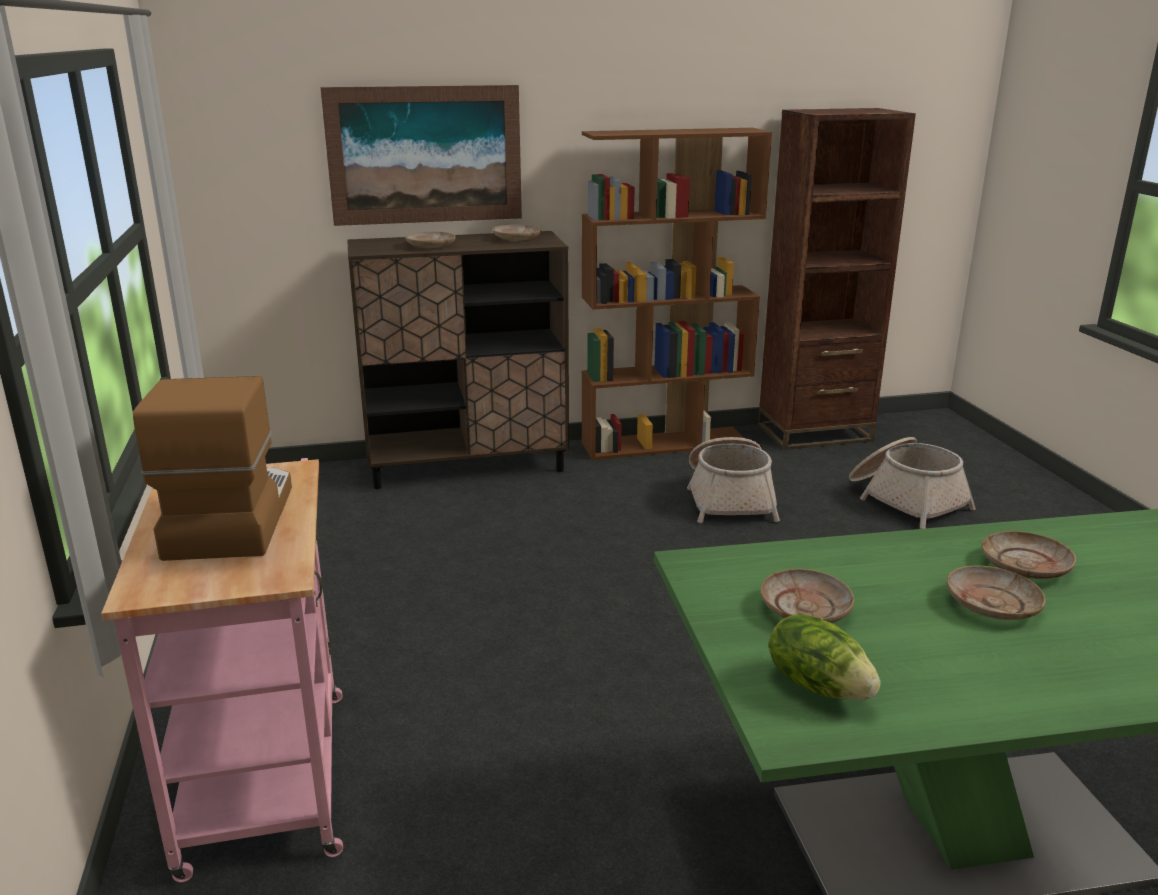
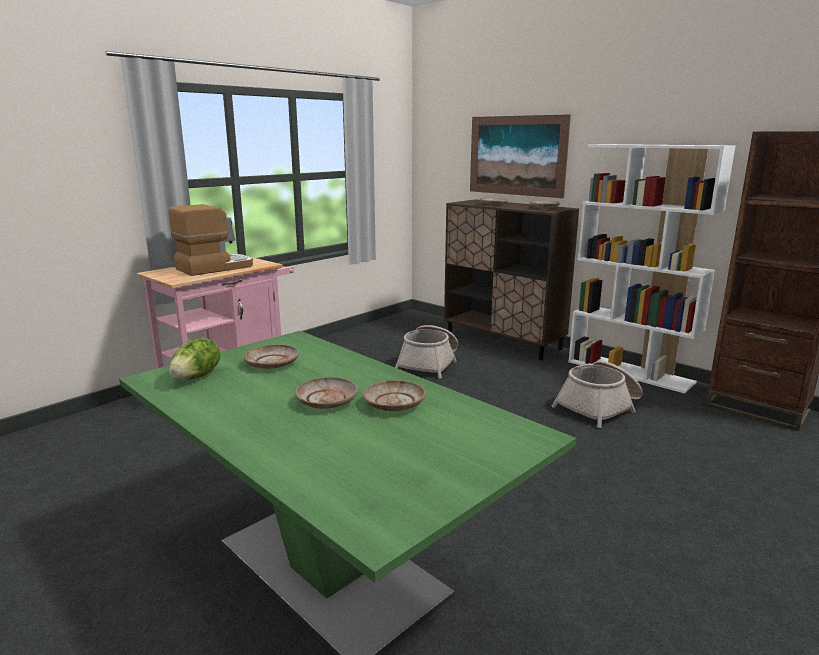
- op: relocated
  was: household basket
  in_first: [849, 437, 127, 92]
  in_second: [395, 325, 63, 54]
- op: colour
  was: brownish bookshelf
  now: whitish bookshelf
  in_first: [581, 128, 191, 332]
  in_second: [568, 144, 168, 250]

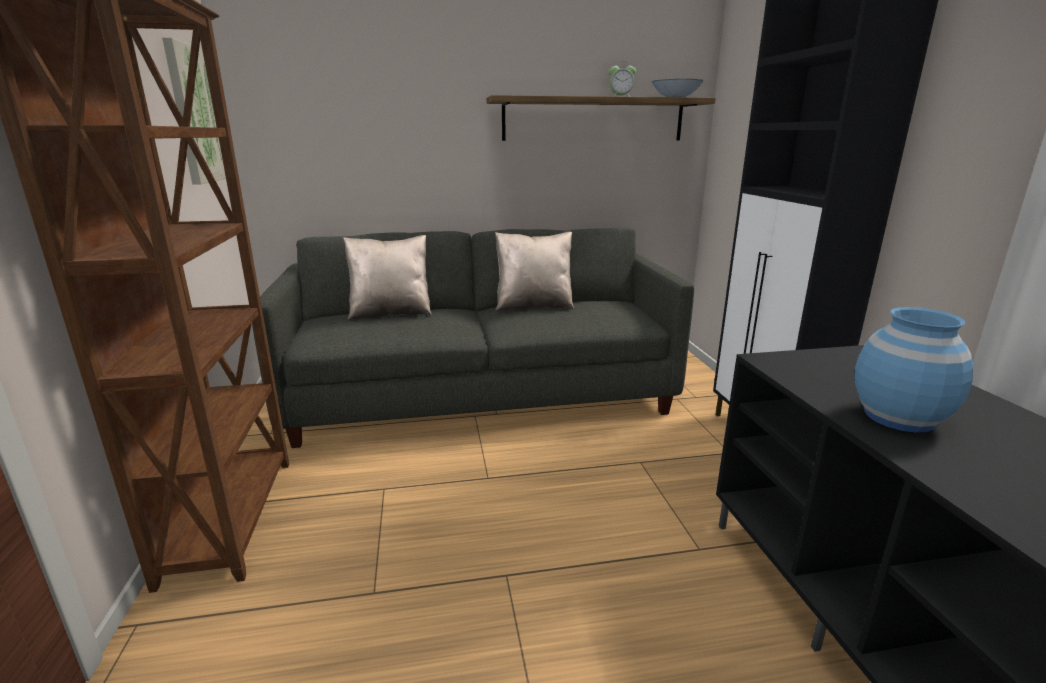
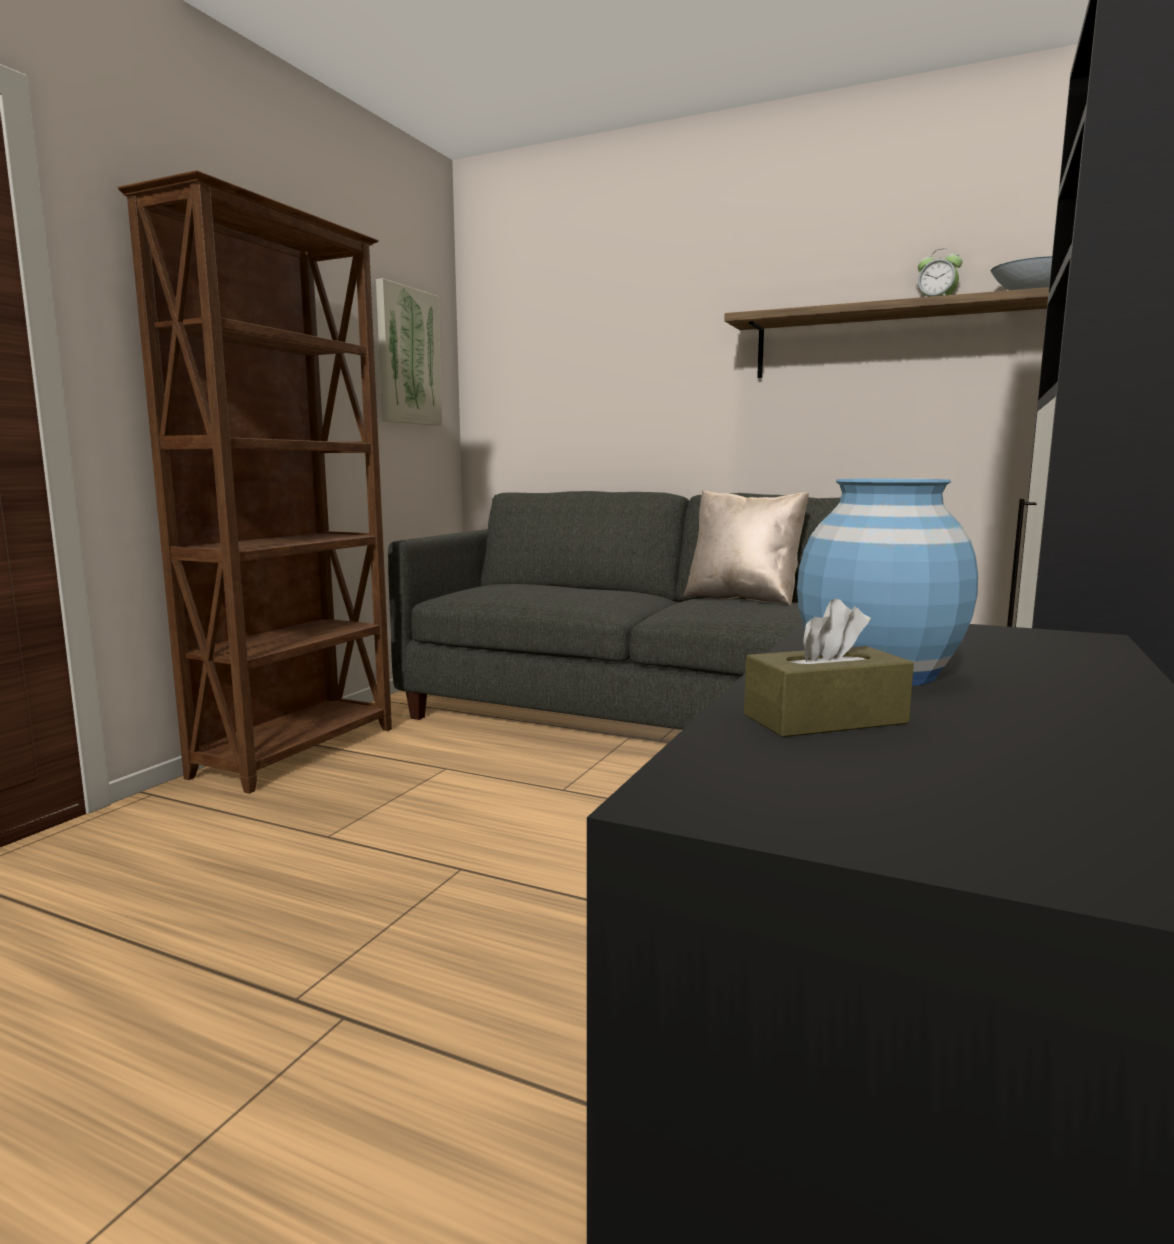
- op: missing
  was: beige throw pillow
  in_first: [343, 235, 89, 85]
- op: appeared
  now: brownish box of tissues
  in_second: [744, 598, 170, 139]

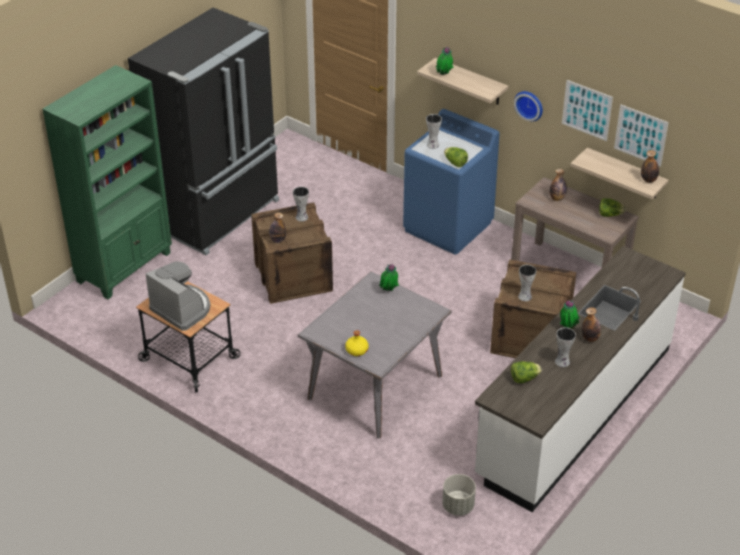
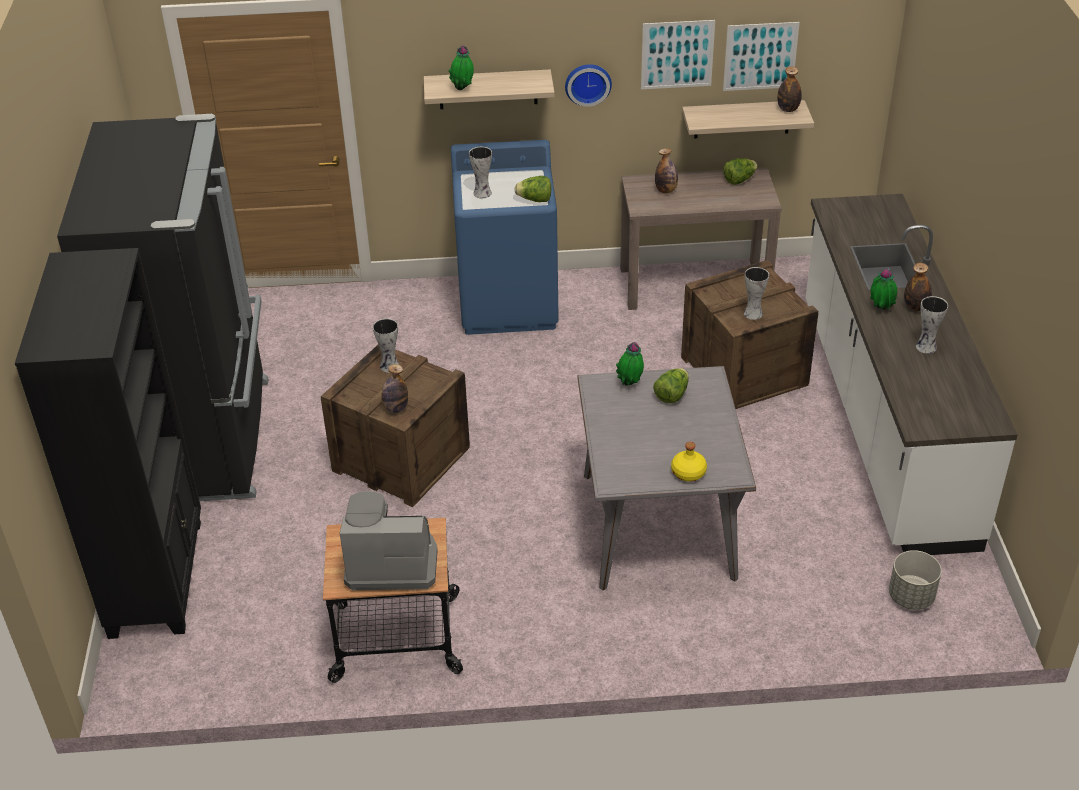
- op: relocated
  was: lettuce head
  in_first: [511, 361, 31, 22]
  in_second: [653, 368, 36, 35]
- op: colour
  was: greenish bookshelf
  now: black bookshelf
  in_first: [42, 65, 130, 234]
  in_second: [15, 248, 186, 391]

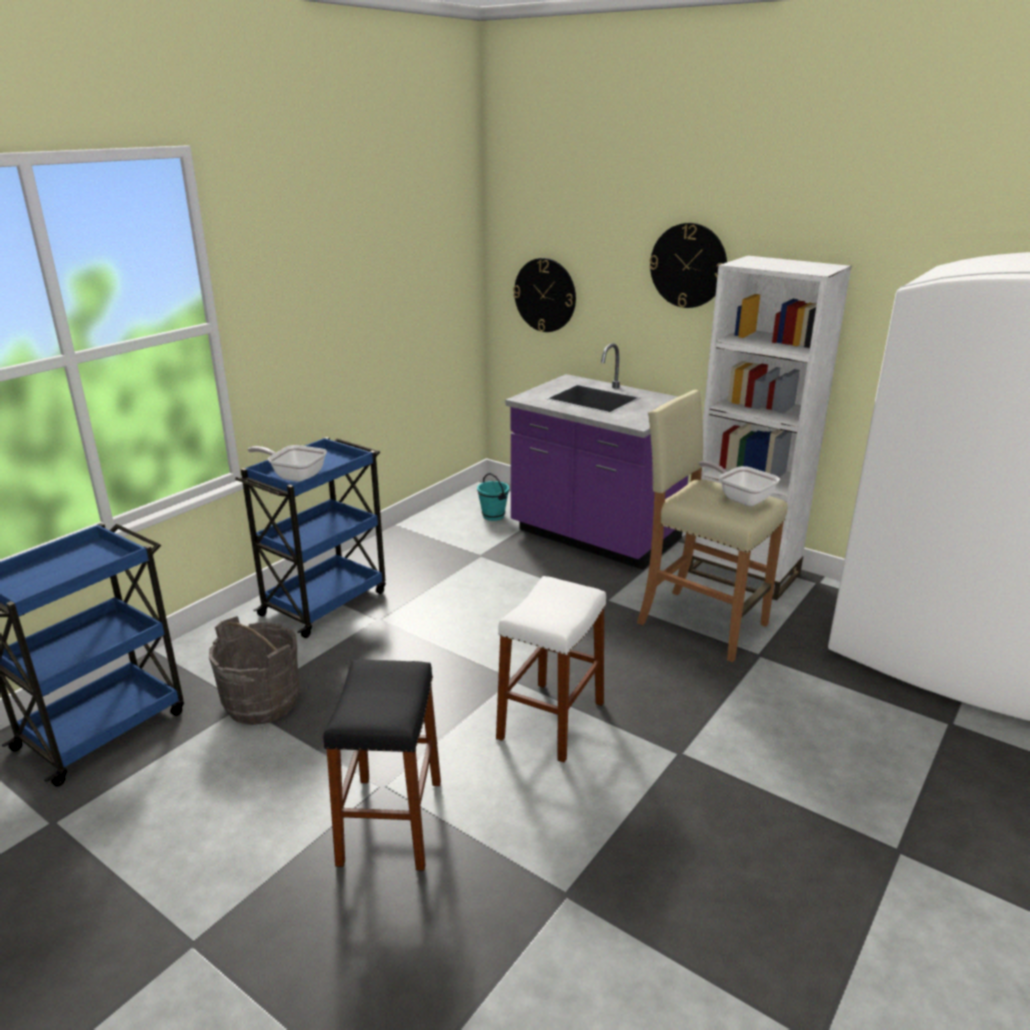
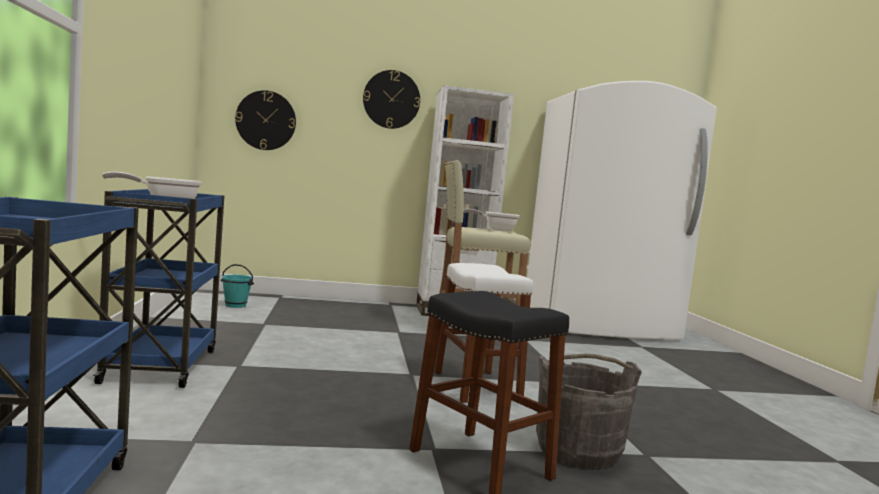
- op: missing
  was: purple-coloured kitchen base unit
  in_first: [505, 343, 184, 227]
- op: relocated
  was: grey pail
  in_first: [209, 616, 91, 109]
  in_second: [536, 354, 106, 116]

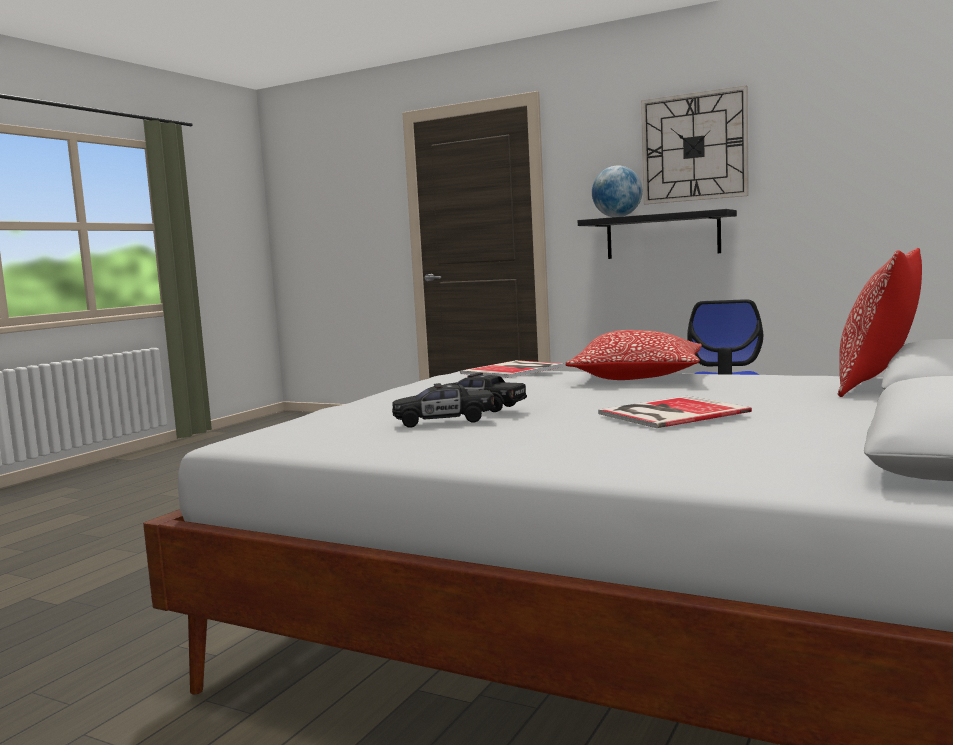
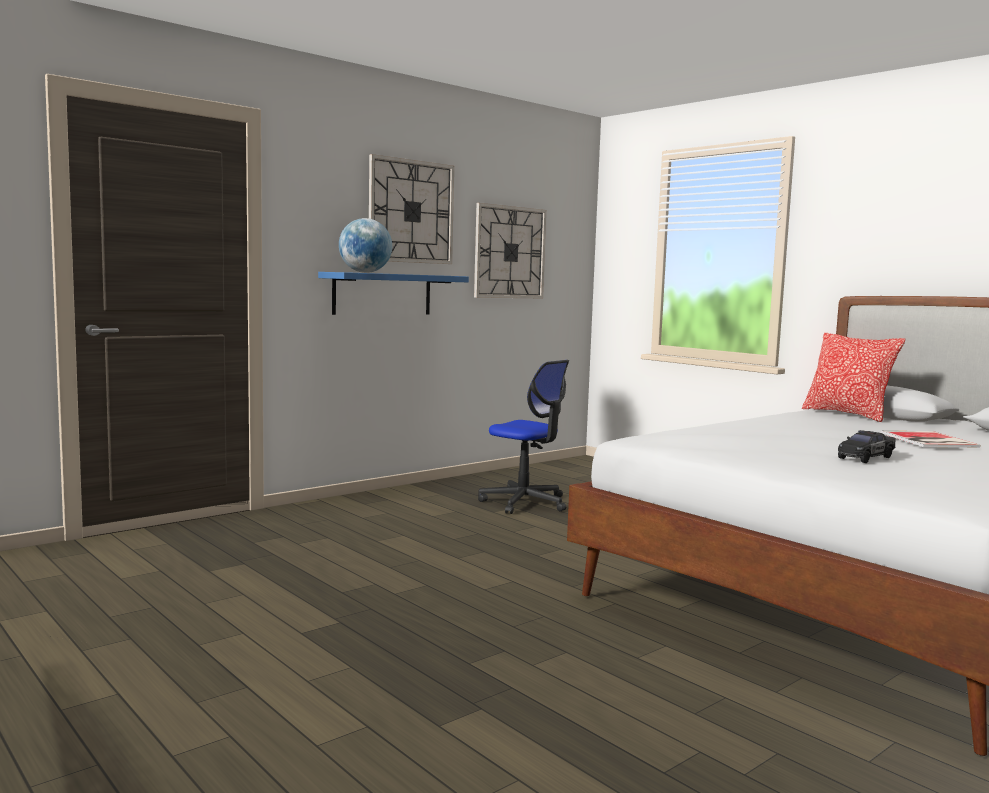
- op: missing
  was: black miniature car
  in_first: [392, 383, 104, 45]
- op: missing
  was: volume
  in_first: [460, 360, 104, 18]
- op: missing
  was: throw pillow
  in_first: [565, 330, 137, 50]
- op: appeared
  now: clock on the wall
  in_second: [474, 203, 72, 95]
- op: colour
  was: black wall shelf
  now: bluish wall shelf
  in_first: [578, 209, 159, 50]
  in_second: [318, 272, 151, 43]

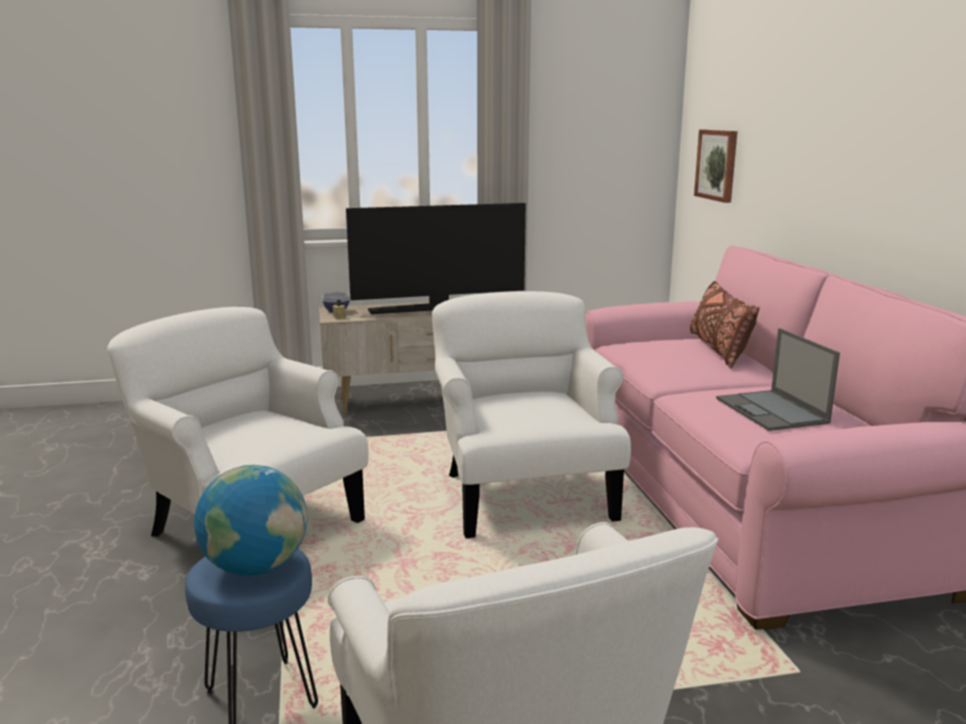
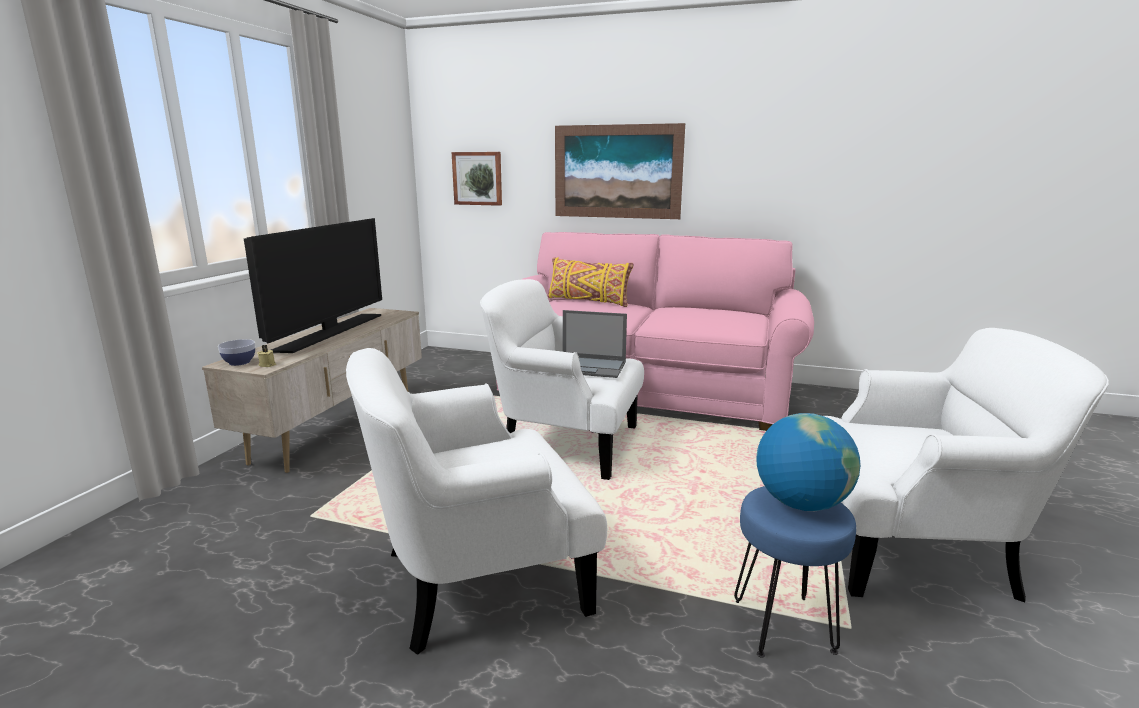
- op: appeared
  now: wall art
  in_second: [555, 123, 130, 96]
- op: relocated
  was: laptop
  in_first: [716, 328, 124, 103]
  in_second: [563, 310, 64, 68]
- op: colour
  was: brownish throw pillow
  now: yellow throw pillow
  in_first: [690, 281, 69, 87]
  in_second: [548, 257, 86, 50]

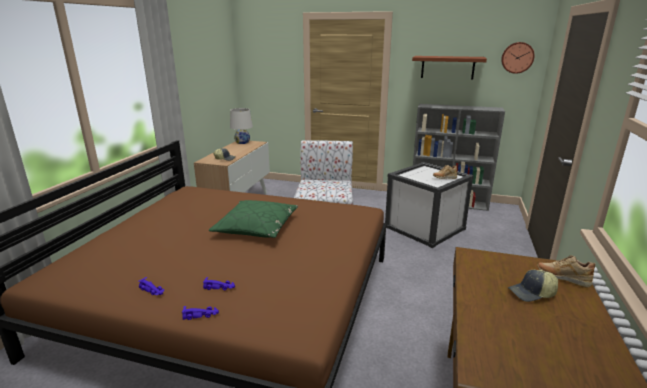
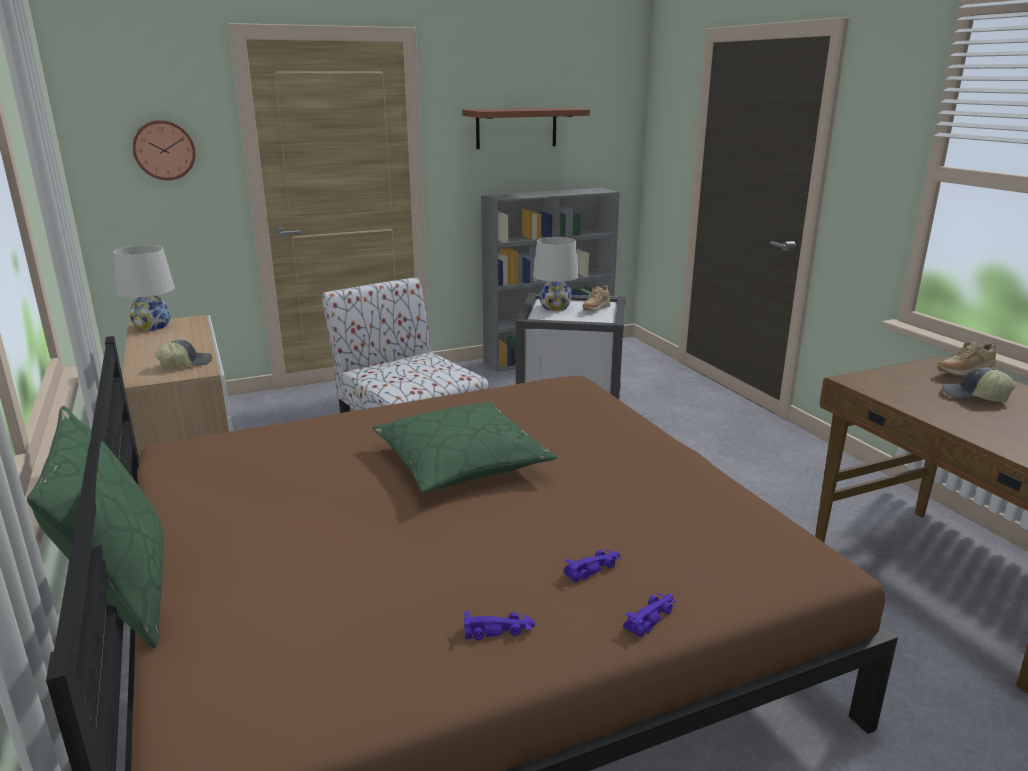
- op: appeared
  now: greenish throw pillow
  in_second: [27, 406, 137, 242]
- op: appeared
  now: whitish table lamp
  in_second: [533, 237, 46, 74]
- op: relocated
  was: clock on the wall
  in_first: [501, 42, 34, 32]
  in_second: [132, 120, 64, 60]
- op: spun
  was: cap
  in_first: [508, 270, 50, 32]
  in_second: [942, 367, 74, 35]
  clockwise: 75

